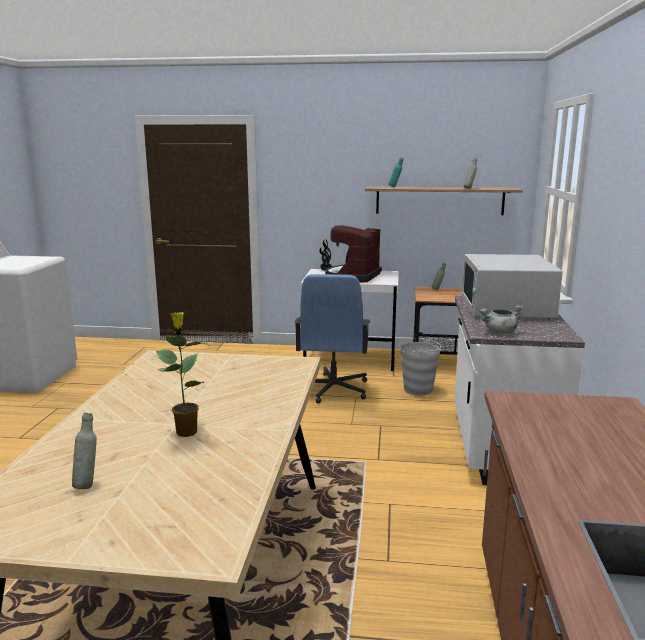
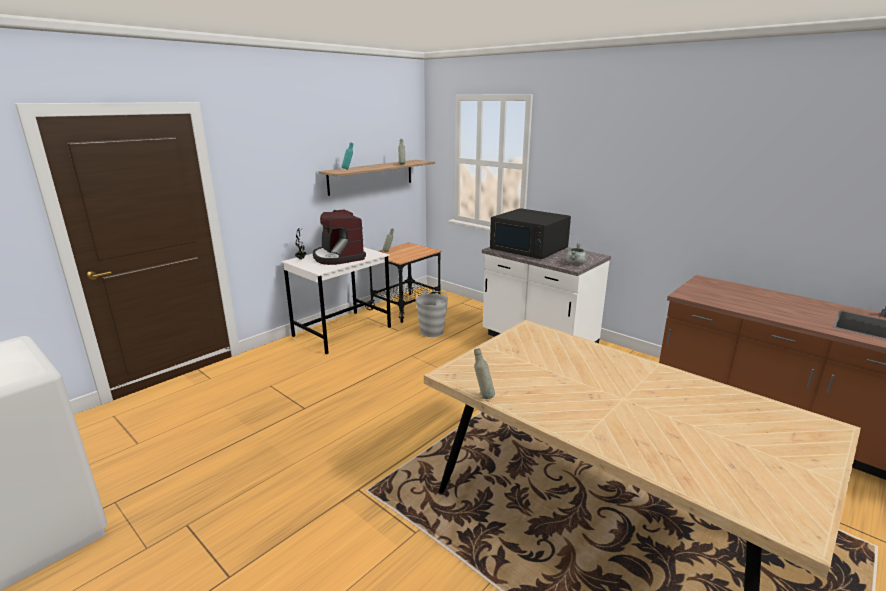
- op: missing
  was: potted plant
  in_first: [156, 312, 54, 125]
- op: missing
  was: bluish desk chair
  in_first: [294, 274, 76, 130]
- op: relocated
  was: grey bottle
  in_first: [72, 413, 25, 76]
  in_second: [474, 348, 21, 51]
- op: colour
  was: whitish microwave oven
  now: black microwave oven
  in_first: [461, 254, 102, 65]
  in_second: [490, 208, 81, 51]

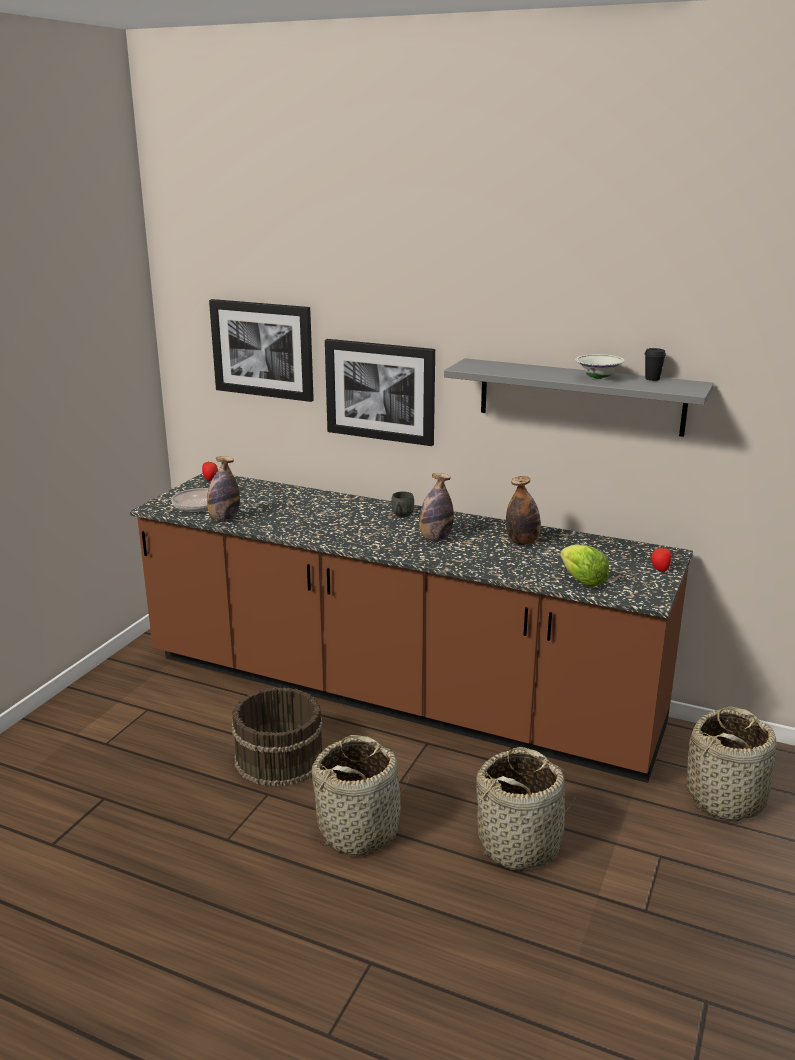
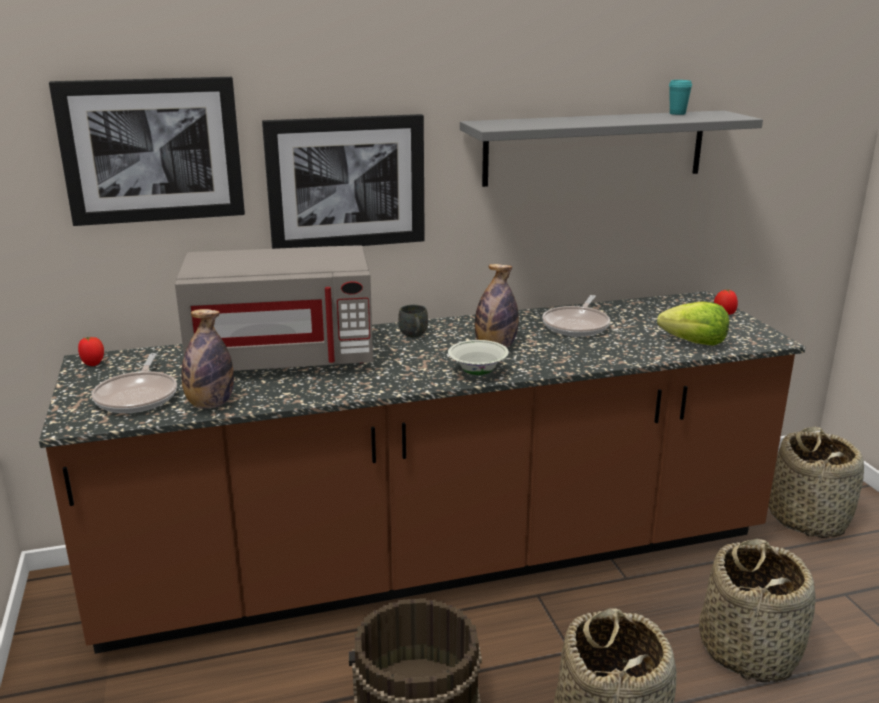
- op: appeared
  now: grey microwave oven
  in_second: [175, 245, 198, 126]
- op: relocated
  was: whitish deep dish
  in_first: [575, 354, 50, 25]
  in_second: [448, 340, 61, 35]
- op: exchanged
  was: bottle
  now: skillet
  in_first: [506, 476, 35, 69]
  in_second: [542, 295, 68, 42]
- op: colour
  was: black cup
  now: blue-green cup
  in_first: [645, 348, 21, 33]
  in_second: [669, 80, 23, 35]

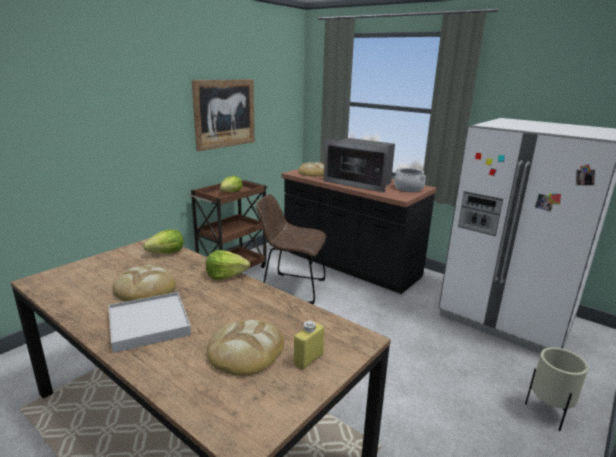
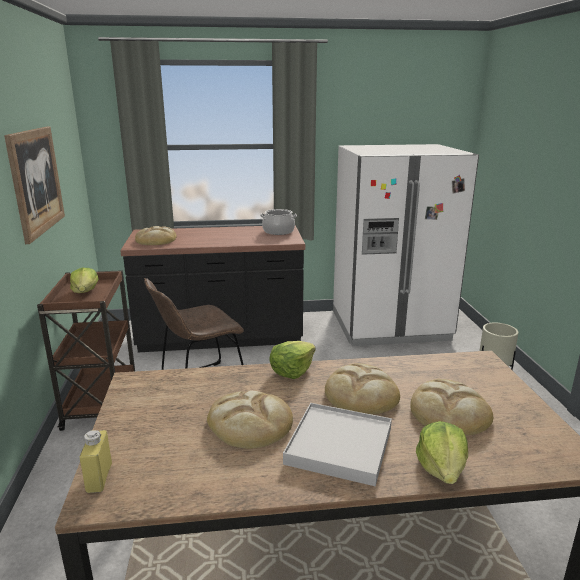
- op: missing
  was: microwave oven
  in_first: [324, 138, 71, 54]
- op: appeared
  now: baked bread
  in_second: [325, 363, 75, 51]
- op: relocated
  was: lettuce head
  in_first: [143, 229, 41, 24]
  in_second: [416, 421, 52, 63]
- op: relocated
  was: yellow bottle
  in_first: [294, 321, 30, 49]
  in_second: [80, 430, 32, 63]

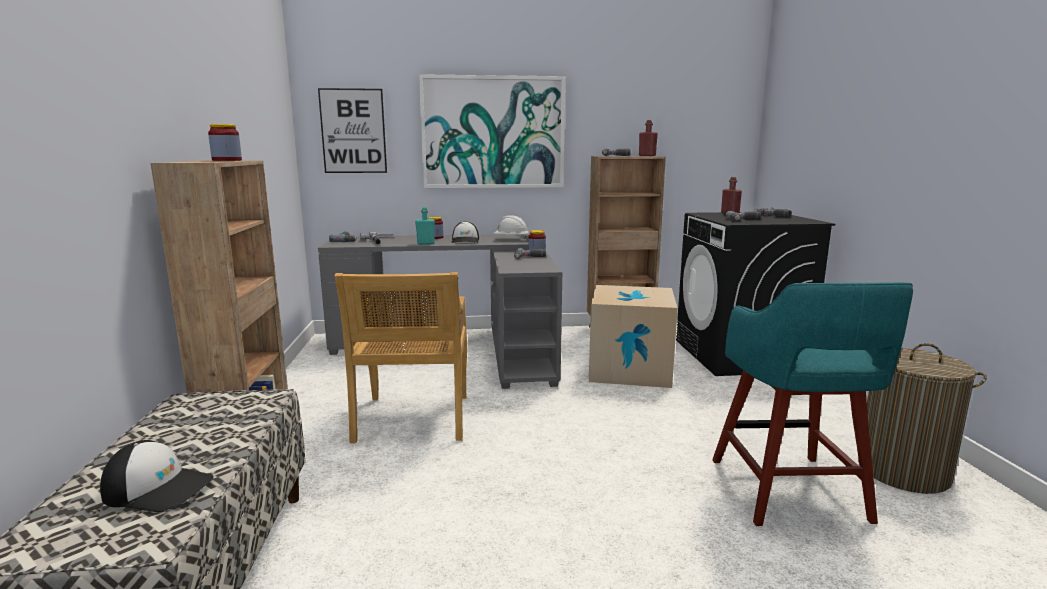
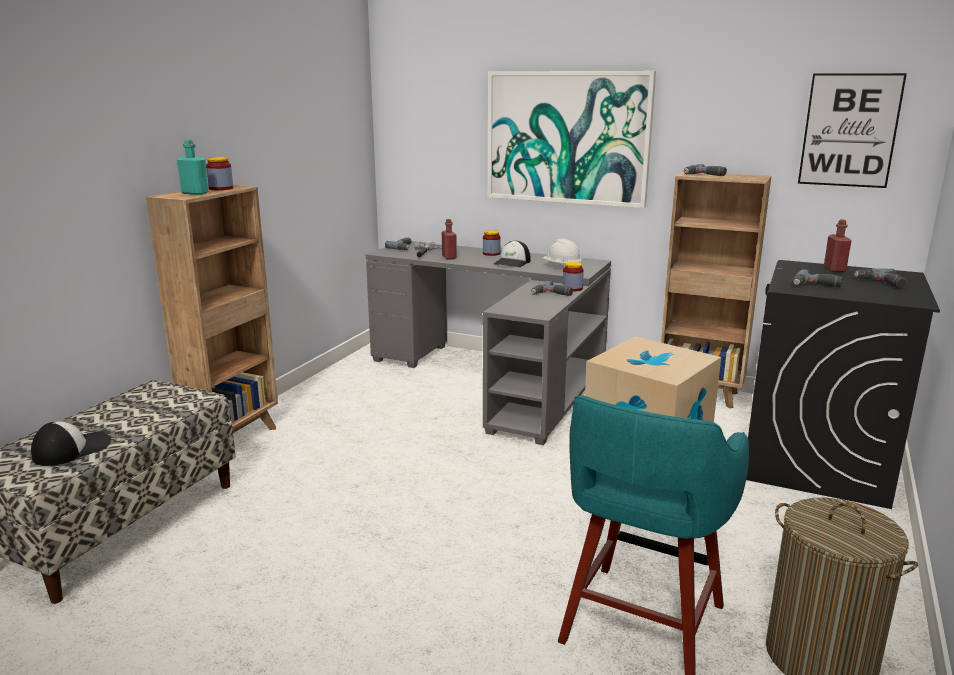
- op: missing
  was: beige chair
  in_first: [335, 272, 132, 171]
- op: relocated
  was: wall art
  in_first: [318, 88, 69, 85]
  in_second: [798, 73, 109, 115]
- op: relocated
  was: blue-green bottle
  in_first: [415, 207, 20, 38]
  in_second: [177, 139, 31, 56]
- op: relocated
  was: reddish bottle
  in_first: [639, 120, 19, 36]
  in_second: [442, 219, 15, 41]
- op: spun
  was: cap
  in_first: [100, 440, 114, 72]
  in_second: [31, 421, 80, 45]
  clockwise: -90

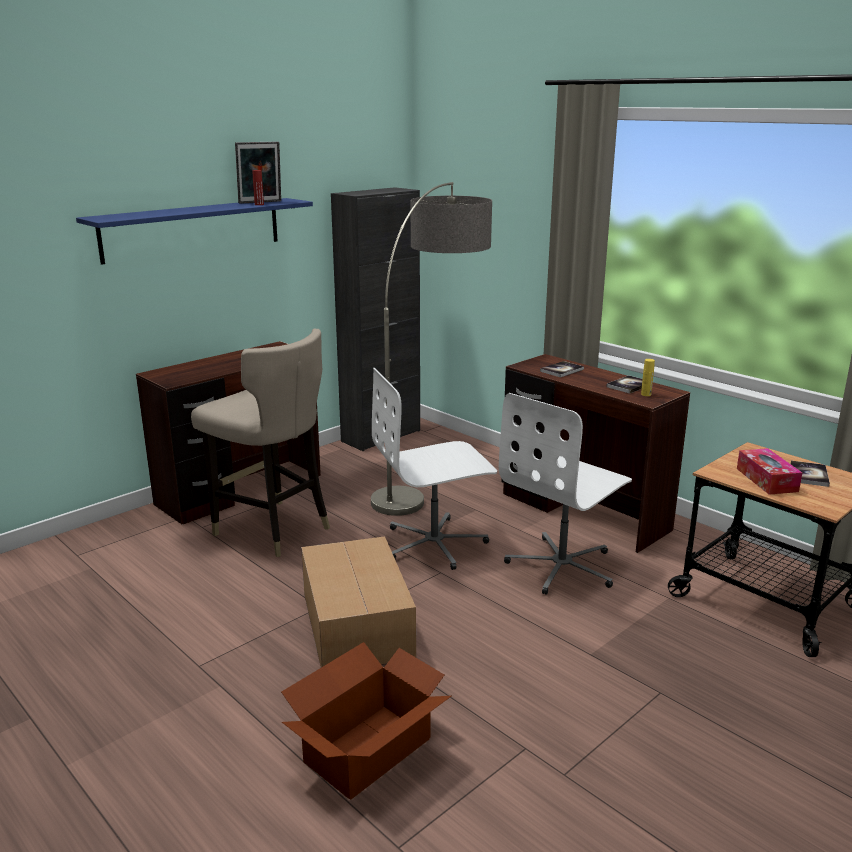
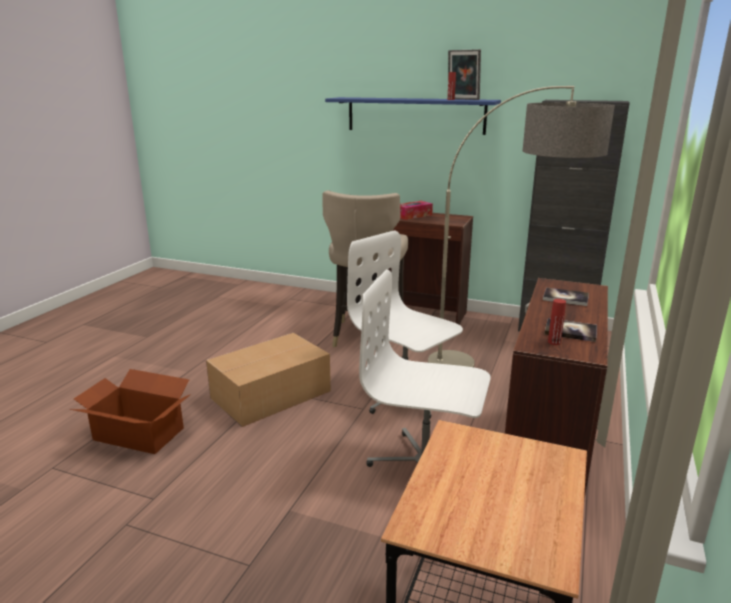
- op: missing
  was: volume
  in_first: [791, 461, 39, 26]
- op: relocated
  was: box of tissues
  in_first: [737, 448, 65, 47]
  in_second: [400, 201, 33, 19]
- op: colour
  was: yellow bottle
  now: reddish bottle
  in_first: [641, 359, 14, 37]
  in_second: [548, 299, 18, 46]

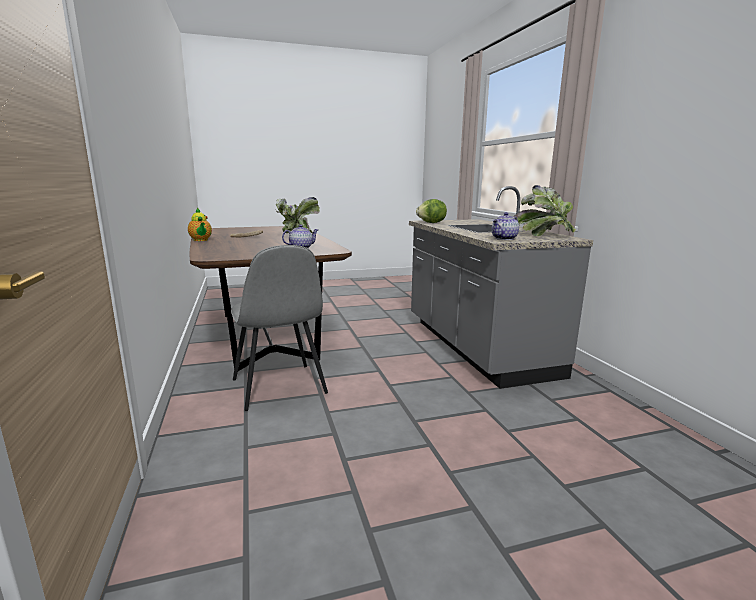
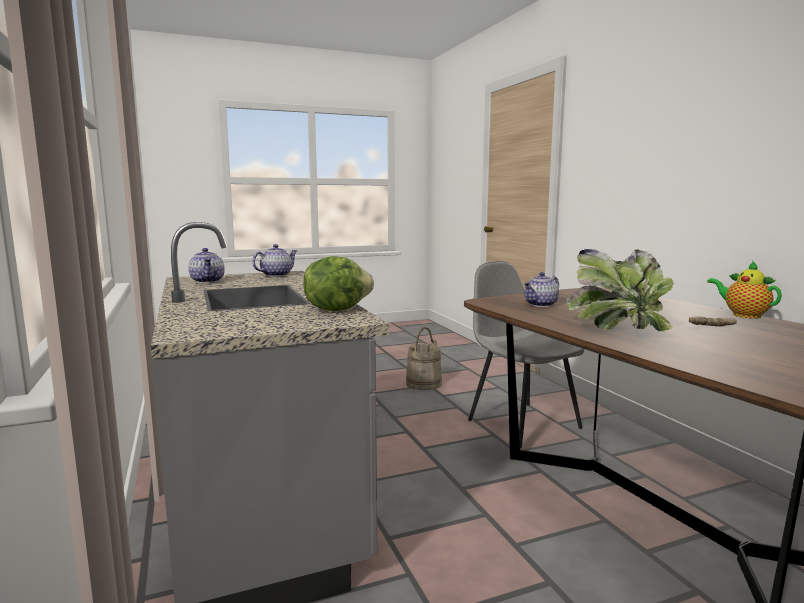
- op: appeared
  now: beige pail
  in_second: [406, 327, 36, 63]
- op: exchanged
  was: potted plant
  now: pot for tea
  in_first: [513, 185, 63, 51]
  in_second: [188, 248, 37, 35]

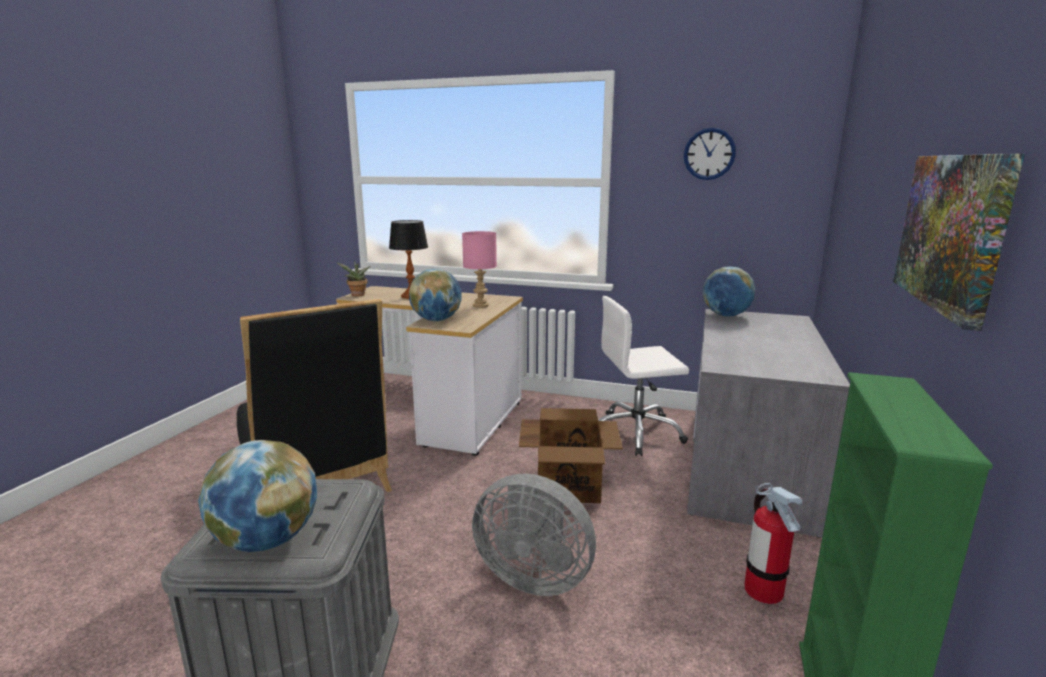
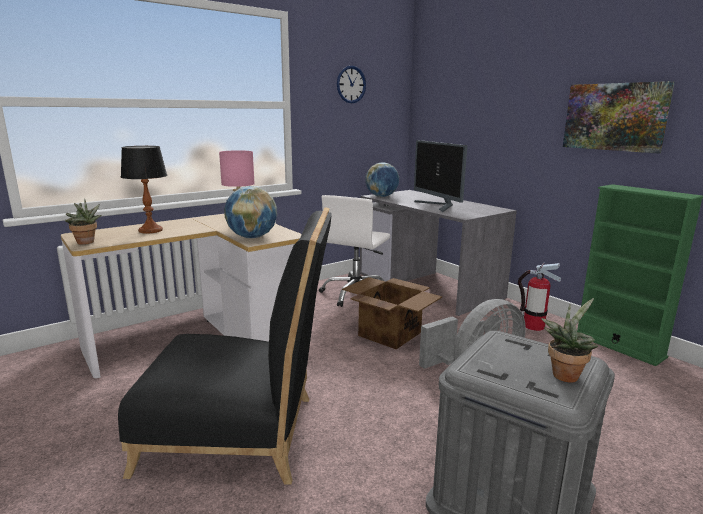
- op: appeared
  now: computer screen
  in_second: [414, 140, 53, 72]
- op: exchanged
  was: world globe
  now: potted plant
  in_first: [198, 440, 119, 112]
  in_second: [541, 298, 57, 85]

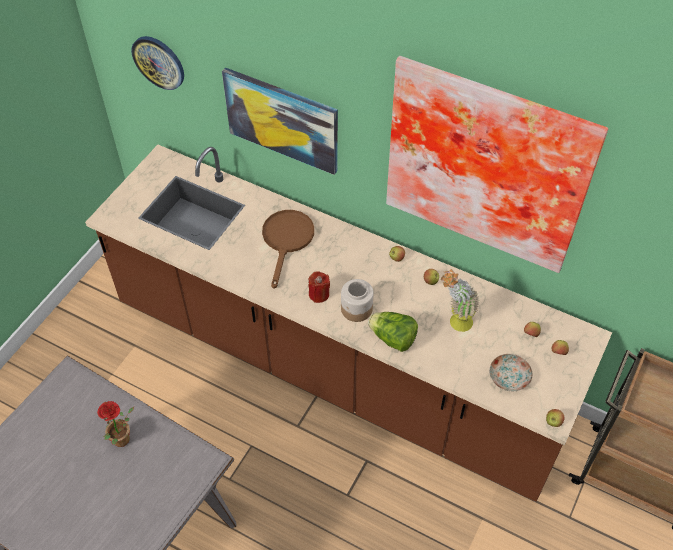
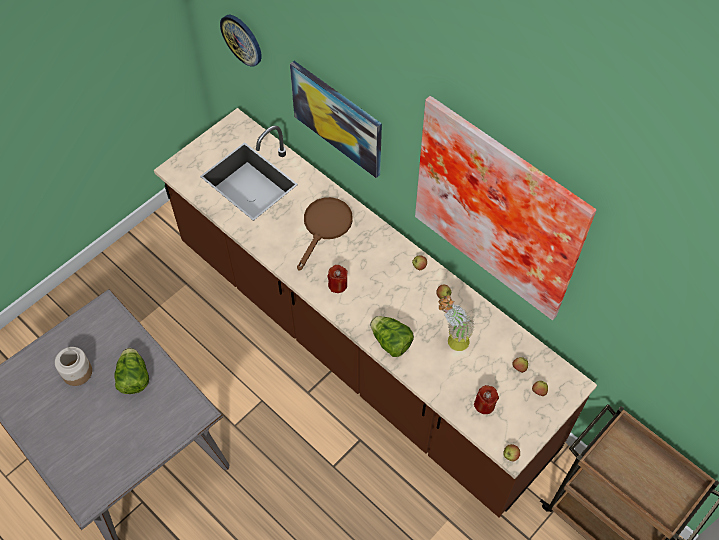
- op: relocated
  was: storage jar
  in_first: [341, 279, 33, 43]
  in_second: [55, 347, 37, 39]
- op: exchanged
  was: potted plant
  now: lettuce head
  in_first: [97, 401, 37, 46]
  in_second: [114, 348, 35, 46]
- op: exchanged
  was: plate
  now: reddish wax candle
  in_first: [489, 354, 43, 37]
  in_second: [474, 385, 25, 29]

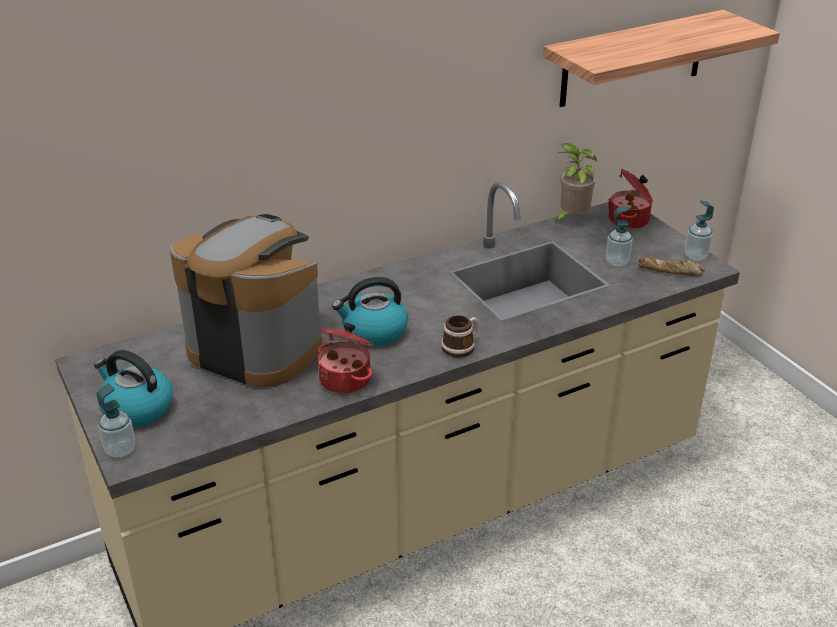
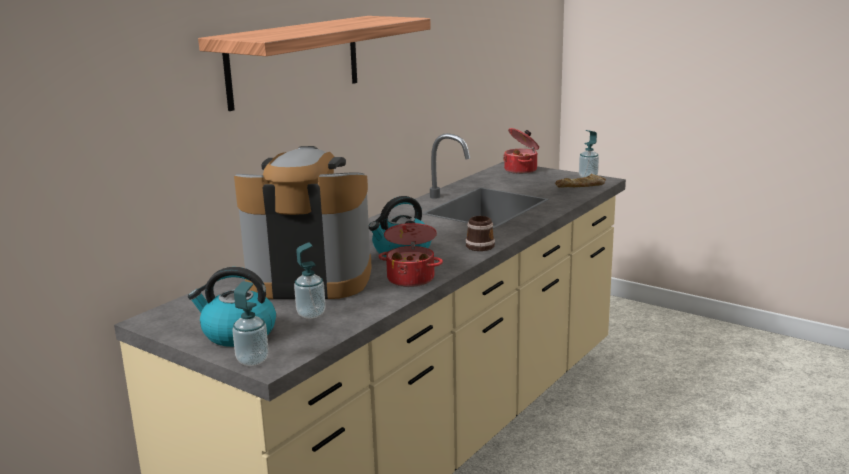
- op: missing
  was: potted plant
  in_first: [556, 143, 41, 78]
- op: relocated
  was: wall shelf
  in_first: [543, 10, 237, 97]
  in_second: [198, 16, 233, 95]
- op: relocated
  was: liquid soap bottle
  in_first: [606, 205, 27, 61]
  in_second: [294, 242, 32, 77]

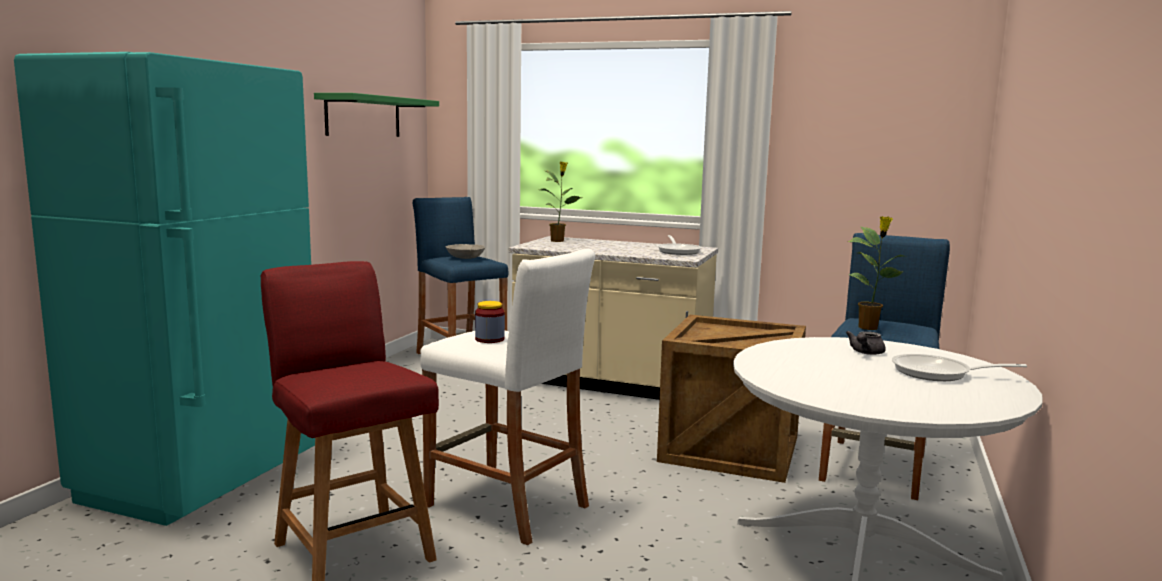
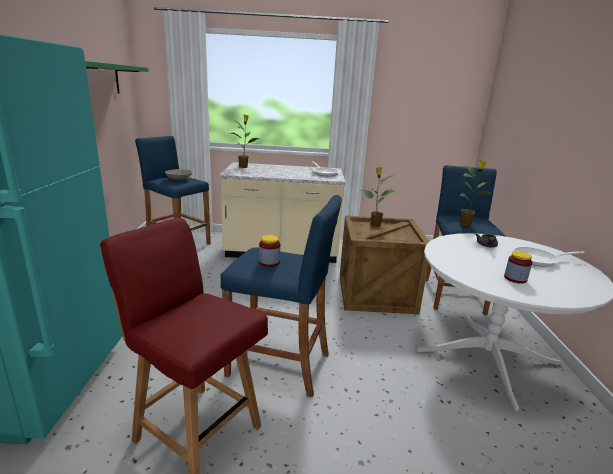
- op: appeared
  now: potted plant
  in_second: [360, 167, 37, 60]
- op: appeared
  now: storage jar
  in_second: [504, 251, 28, 33]
- op: colour
  was: whitish stool seat
  now: bluish stool seat
  in_first: [420, 249, 175, 296]
  in_second: [220, 195, 121, 202]

